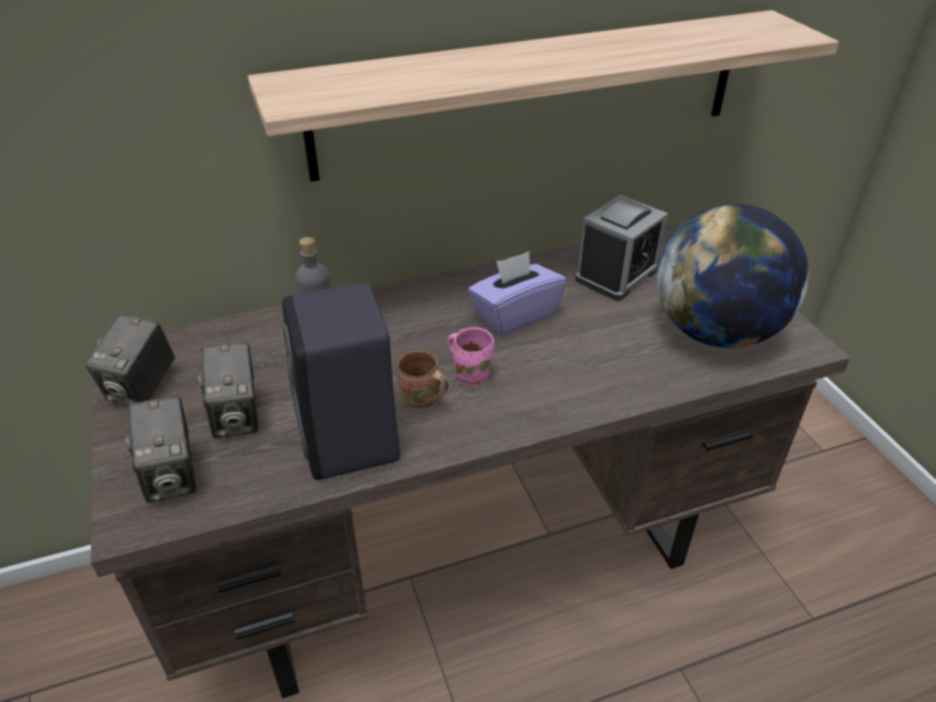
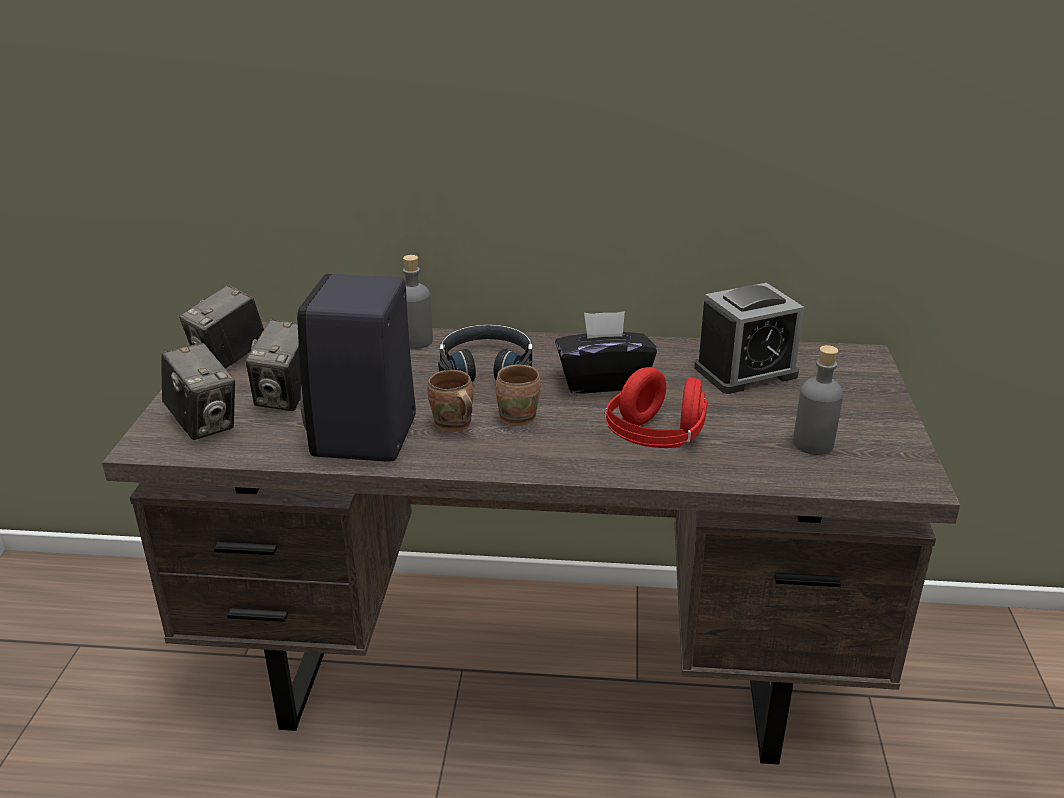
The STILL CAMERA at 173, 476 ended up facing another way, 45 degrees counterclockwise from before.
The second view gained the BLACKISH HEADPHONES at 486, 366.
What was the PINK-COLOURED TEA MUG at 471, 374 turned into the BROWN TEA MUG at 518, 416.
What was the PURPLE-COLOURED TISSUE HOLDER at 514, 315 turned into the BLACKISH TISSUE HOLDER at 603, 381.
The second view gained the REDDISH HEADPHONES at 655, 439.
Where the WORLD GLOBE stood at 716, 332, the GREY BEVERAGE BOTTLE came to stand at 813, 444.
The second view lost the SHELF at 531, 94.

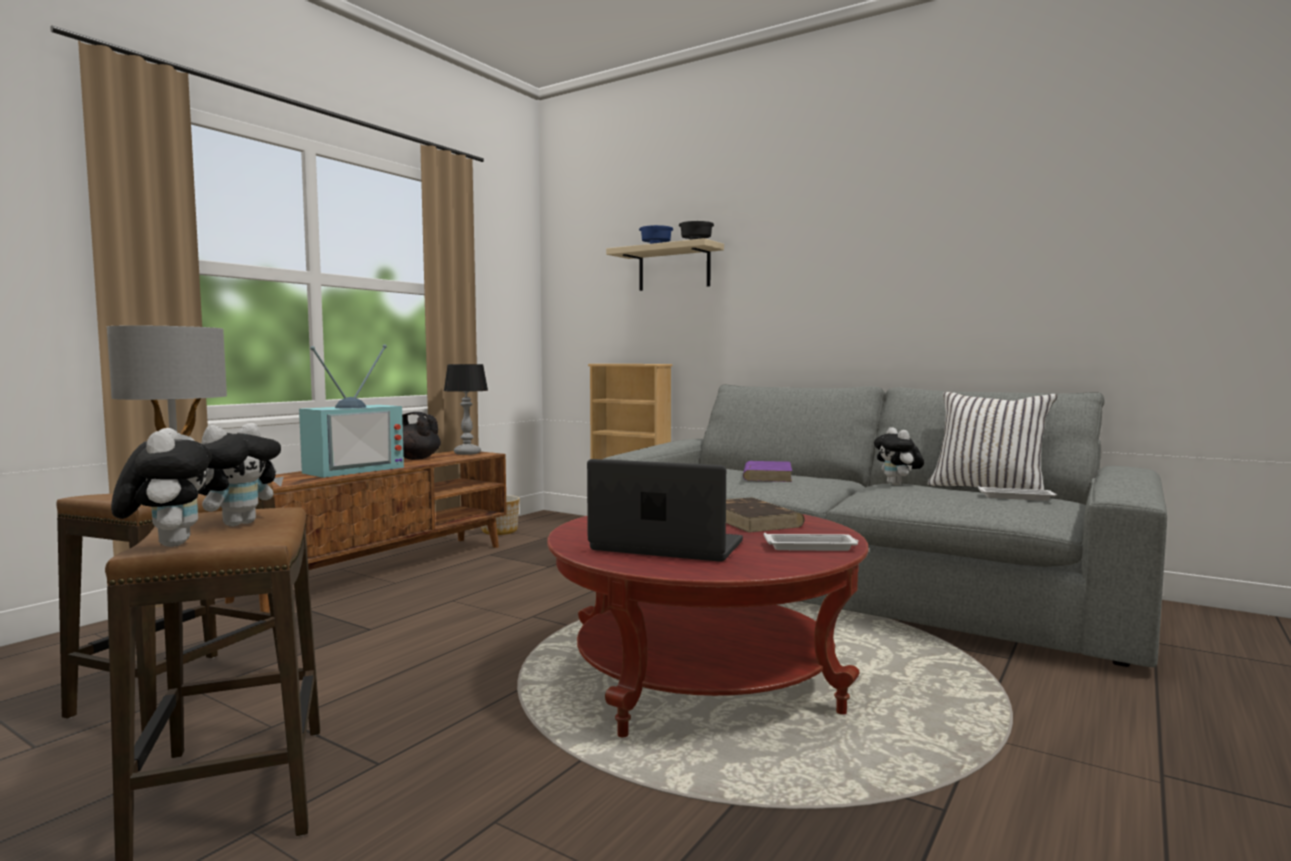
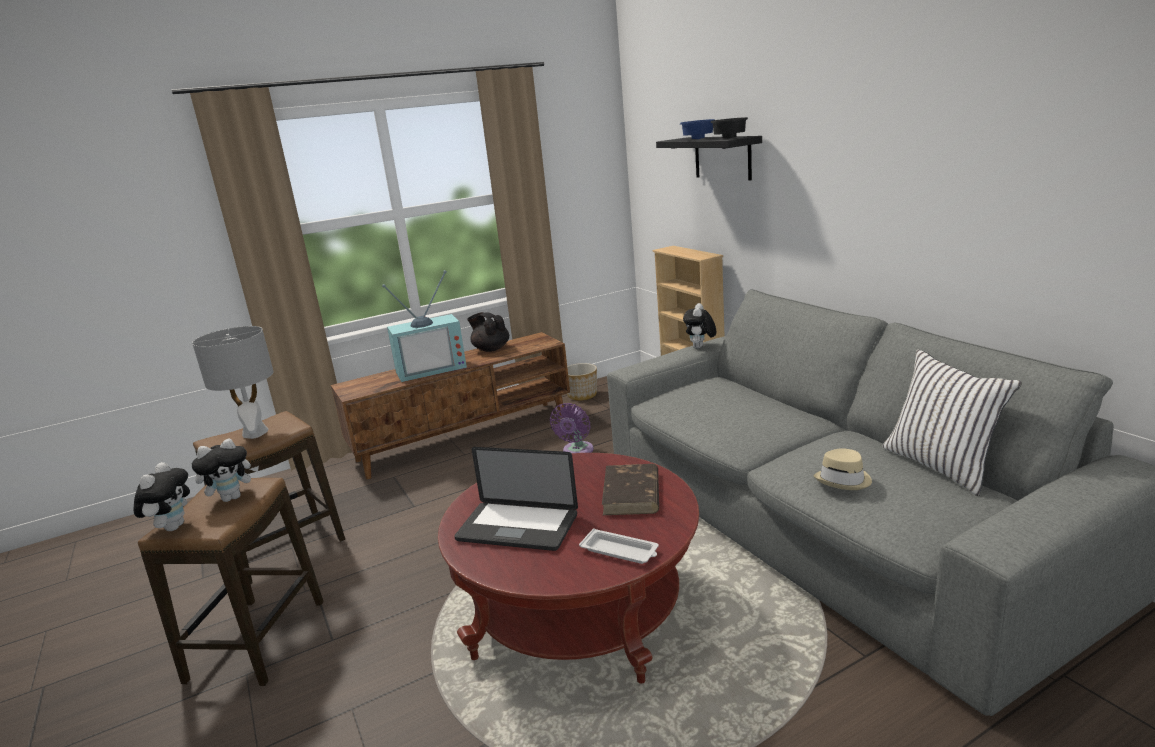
The PORTABLE COMPUTER at 667, 546 ended up facing another way, 150 degrees clockwise from before.
The second view gained the PURPLE-COLOURED ELECTRIC FAN at 576, 451.
What was the BEIGE SHELF at 674, 268 turned into the BLACKISH SHELF at 722, 157.
The PLUSH TOY ended up elsewhere, having gone from 898, 485 to 700, 348.
The second view gained the BEIGE CLOTHING HAT at 844, 480.
The second view lost the TABLE LAMP at 467, 453.
The second view lost the PURPLE-COLOURED VOLUME at 767, 476.
The second view lost the WHITE SERVING TRAY at 1017, 497.

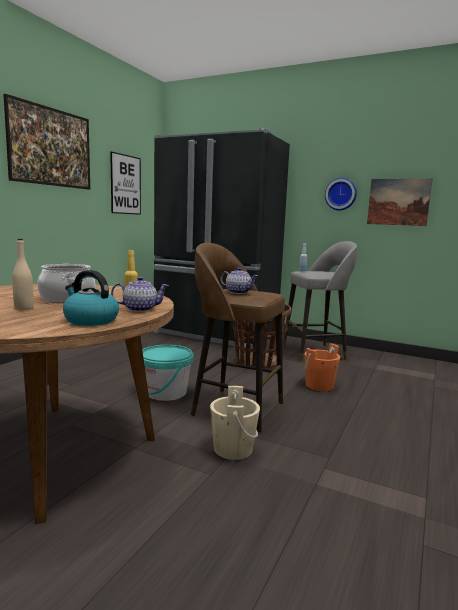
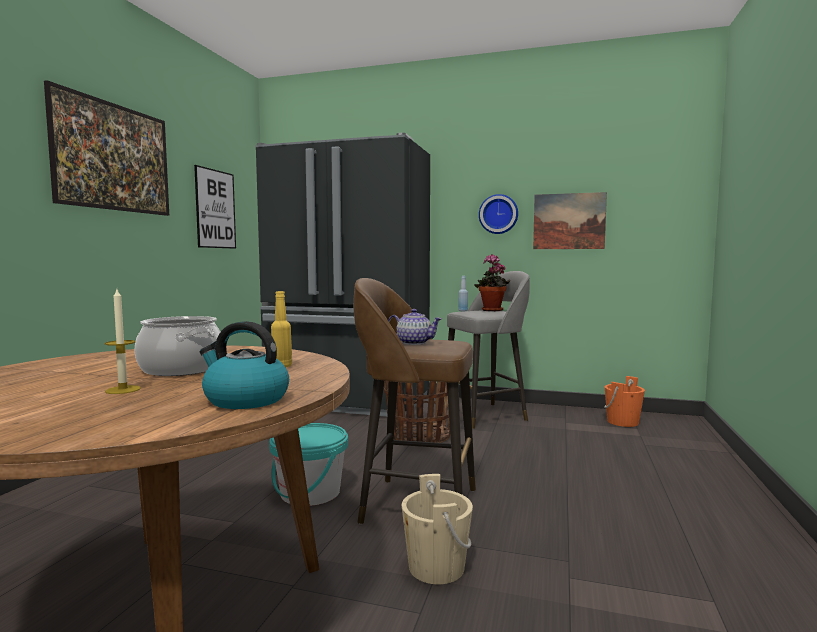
Where the BEIGE BEVERAGE BOTTLE stood at 24, 308, the WAX CANDLE came to stand at 123, 390.
The second view gained the PLANT IN A POT at 491, 310.
The ORANGEY BUCKET ended up elsewhere, having gone from 319, 385 to 622, 422.
The second view lost the TEAPOT at 139, 309.

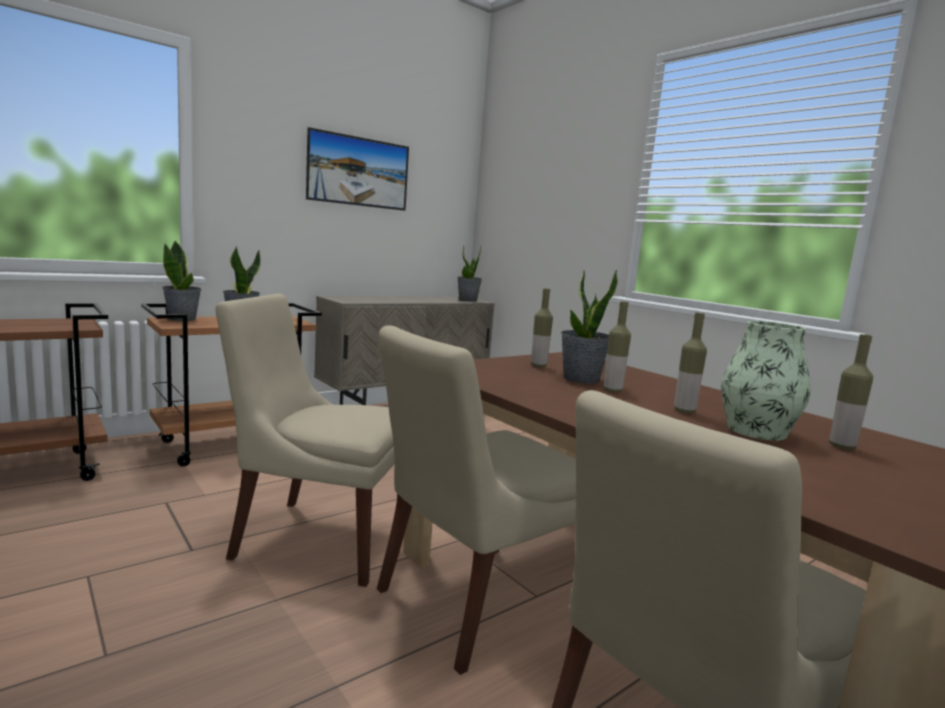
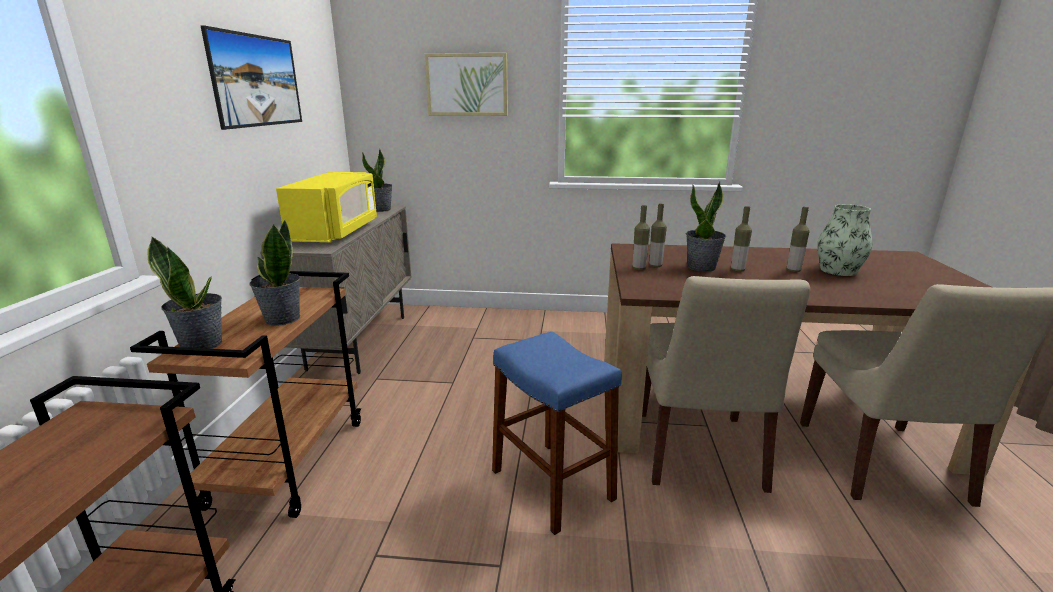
The second view gained the YELLOW-COLOURED KITCHEN MICROWAVE at 336, 232.
The second view gained the WALL ART at 467, 85.
Where the BEIGE CHAIR stood at 317, 539, the BLUE SITTING STOOL came to stand at 552, 484.
The BEVERAGE BOTTLE ended up elsewhere, having gone from 842, 447 to 639, 268.

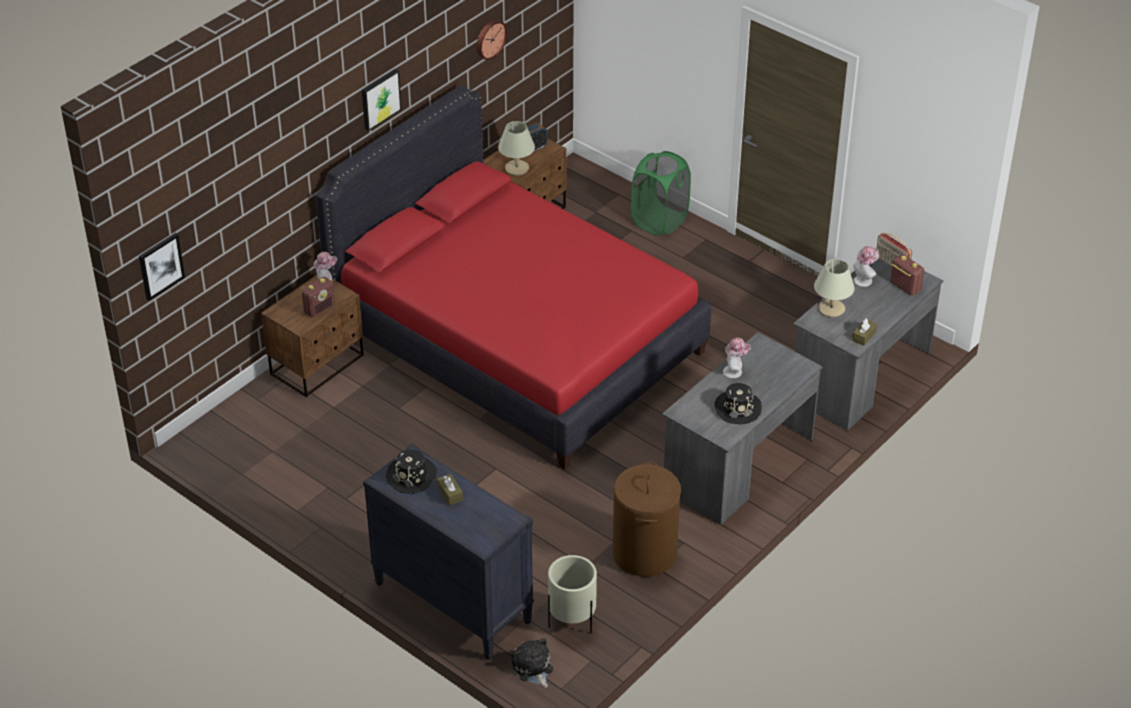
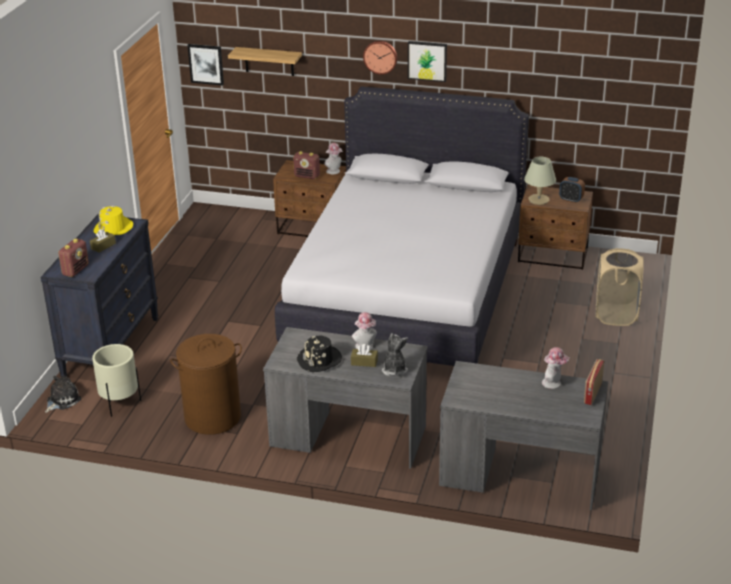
The RADIO RECEIVER ended up elsewhere, having gone from 904, 287 to 75, 270.
What was the BLACKISH CLOTHING HAT at 412, 476 turned into the YELLOW-COLOURED CLOTHING HAT at 113, 228.
The second view gained the SHELF at 269, 61.
What was the REDDISH BED at 517, 341 turned into the WHITE BED at 406, 294.
The BROWN TISSUE HOLDER ended up elsewhere, having gone from 864, 336 to 364, 362.
The WALL CLOCK ended up elsewhere, having gone from 490, 39 to 380, 56.
The second view gained the PLUSH TOY at 394, 369.
What was the GREEN-COLOURED WASHING BASKET at 659, 221 turned into the BEIGE WASHING BASKET at 615, 315.
The second view lost the BEIGE TABLE LAMP at 831, 309.

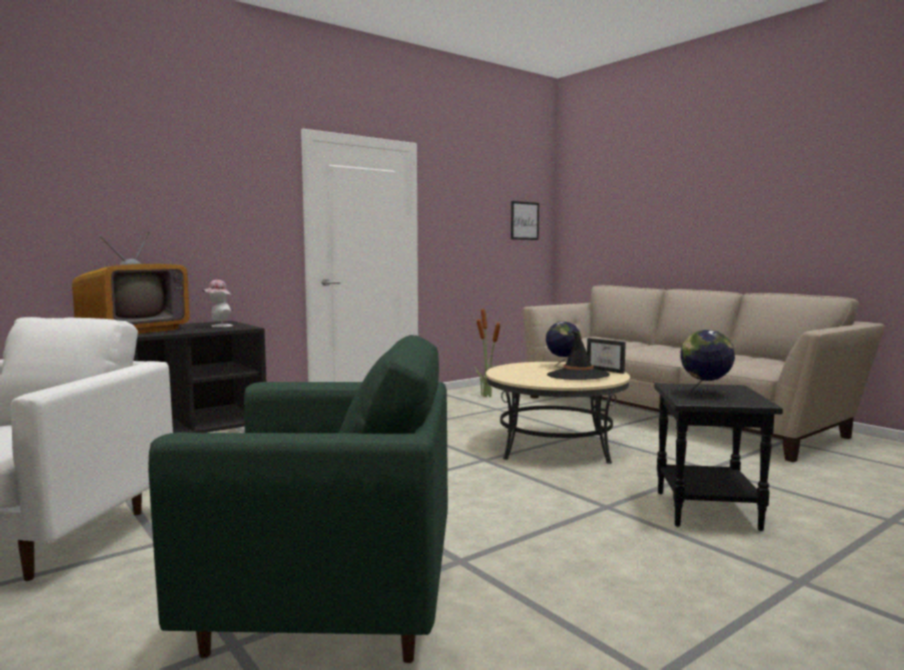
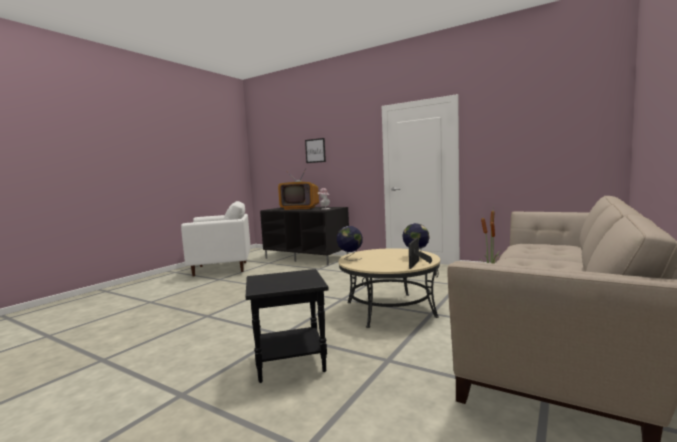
The WALL ART ended up elsewhere, having gone from 524, 220 to 315, 150.
The WORLD GLOBE ended up elsewhere, having gone from 705, 394 to 350, 258.
The second view lost the GREEN-COLOURED LOUNGE CHAIR at 329, 610.
The second view lost the BLACKISH CLOTHING HAT at 578, 375.

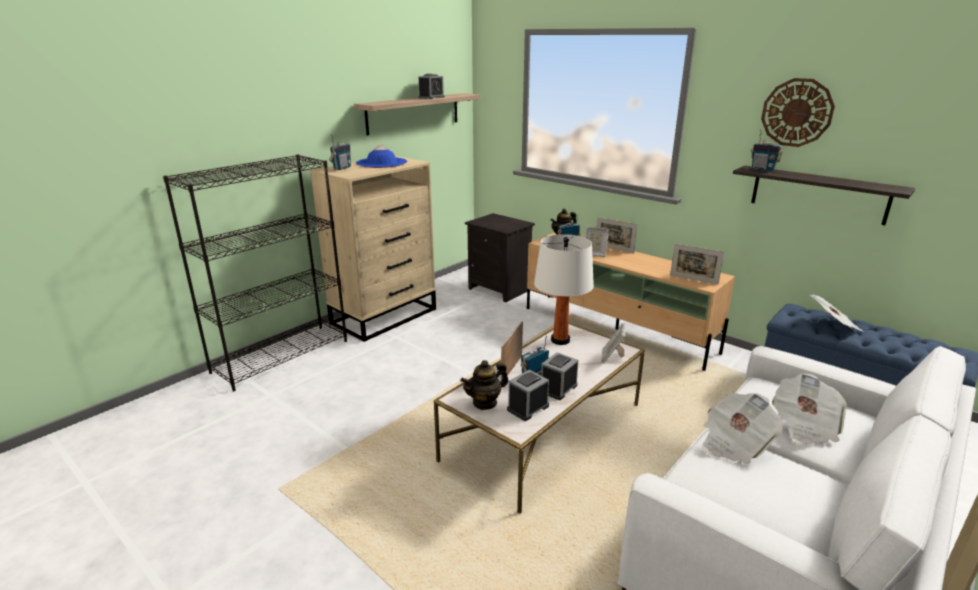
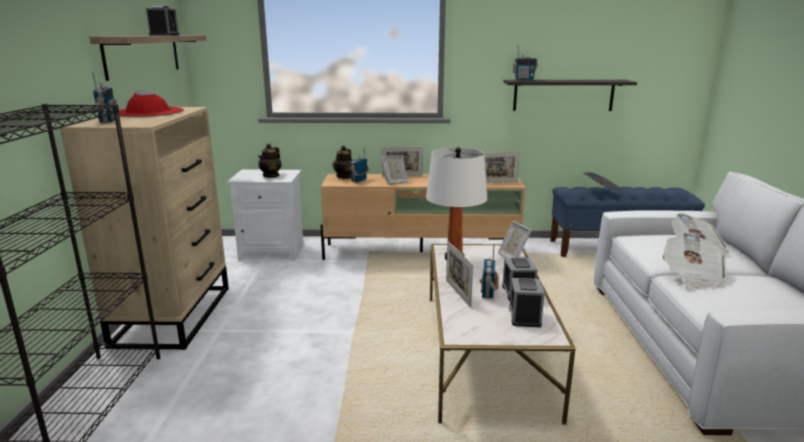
What was the BLUE CLOTHING HAT at 381, 163 turned into the REDDISH CLOTHING HAT at 148, 112.
What was the BLACKISH NIGHT TABLE at 500, 289 turned into the WHITE NIGHT TABLE at 273, 251.
The TEAPOT ended up elsewhere, having gone from 485, 402 to 271, 175.
The second view lost the WALL CLOCK at 797, 112.

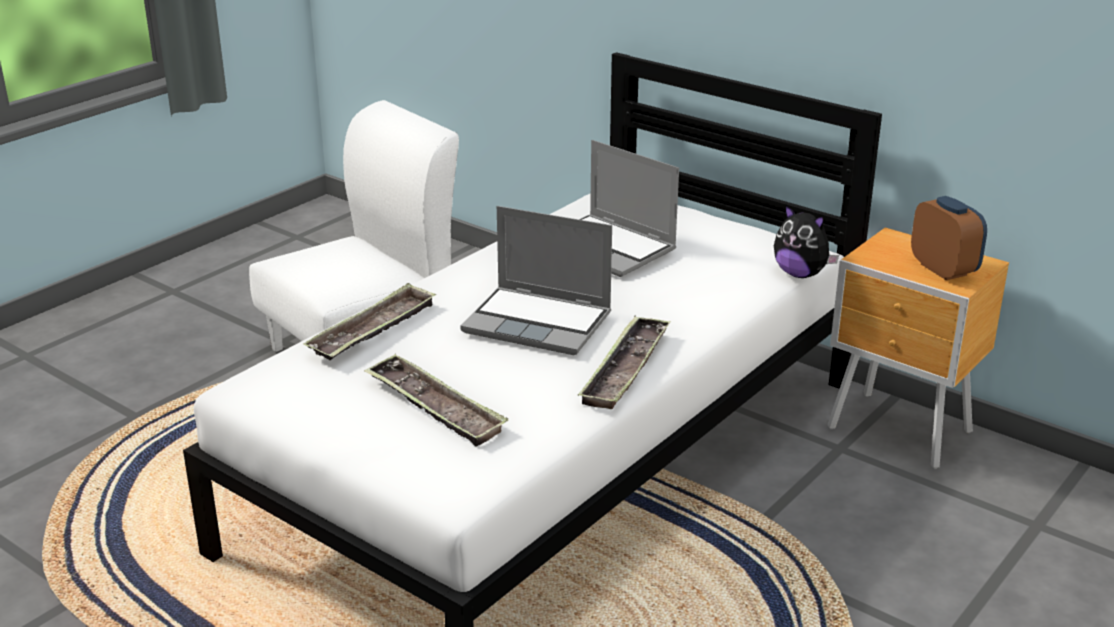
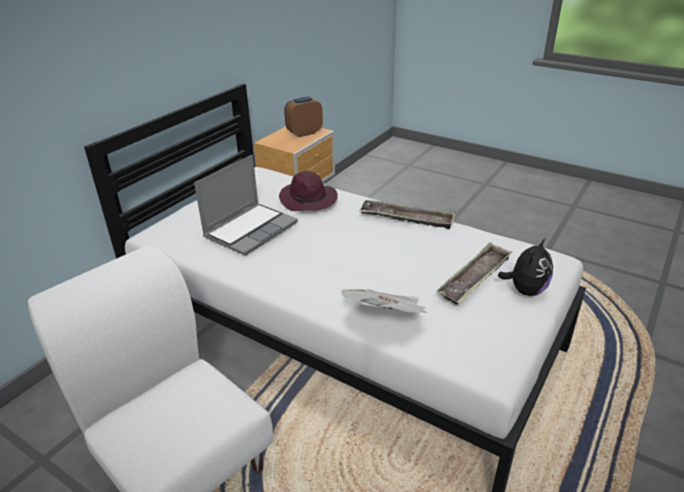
The second view gained the PURPLE-COLOURED CLOTHING HAT at 309, 200.
Where the SERVING TRAY stood at 373, 330, the NEWSPAPER came to stand at 386, 317.
The PLUSH TOY ended up elsewhere, having gone from 801, 274 to 525, 290.
The second view lost the PORTABLE COMPUTER at 539, 323.

